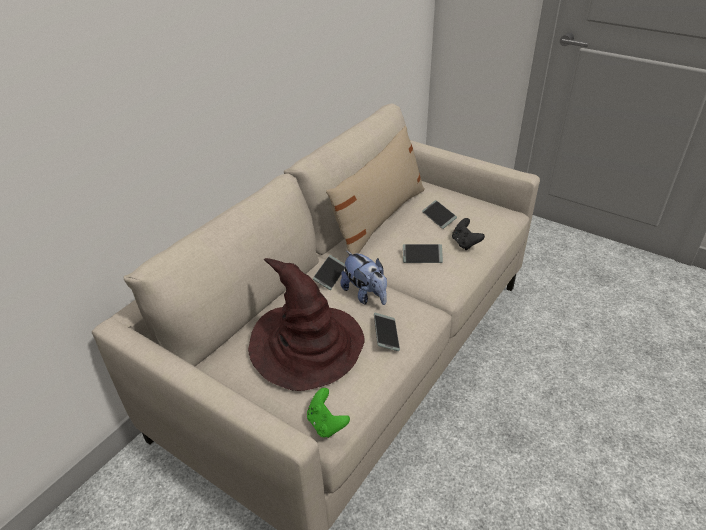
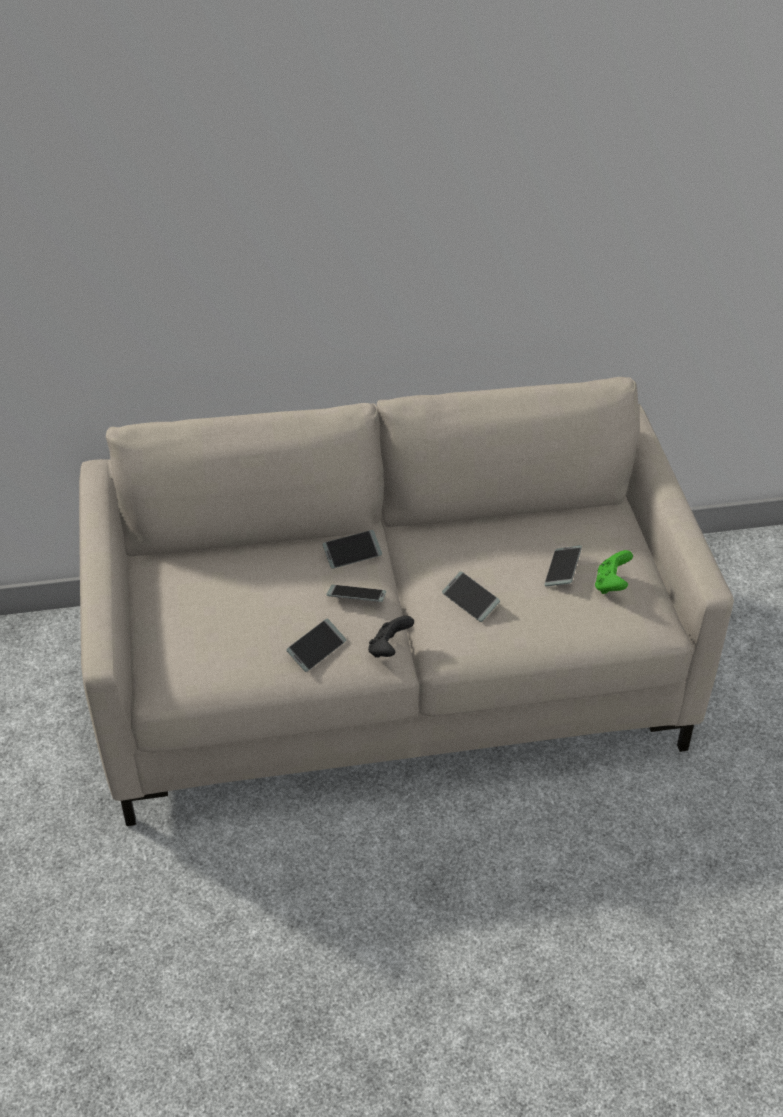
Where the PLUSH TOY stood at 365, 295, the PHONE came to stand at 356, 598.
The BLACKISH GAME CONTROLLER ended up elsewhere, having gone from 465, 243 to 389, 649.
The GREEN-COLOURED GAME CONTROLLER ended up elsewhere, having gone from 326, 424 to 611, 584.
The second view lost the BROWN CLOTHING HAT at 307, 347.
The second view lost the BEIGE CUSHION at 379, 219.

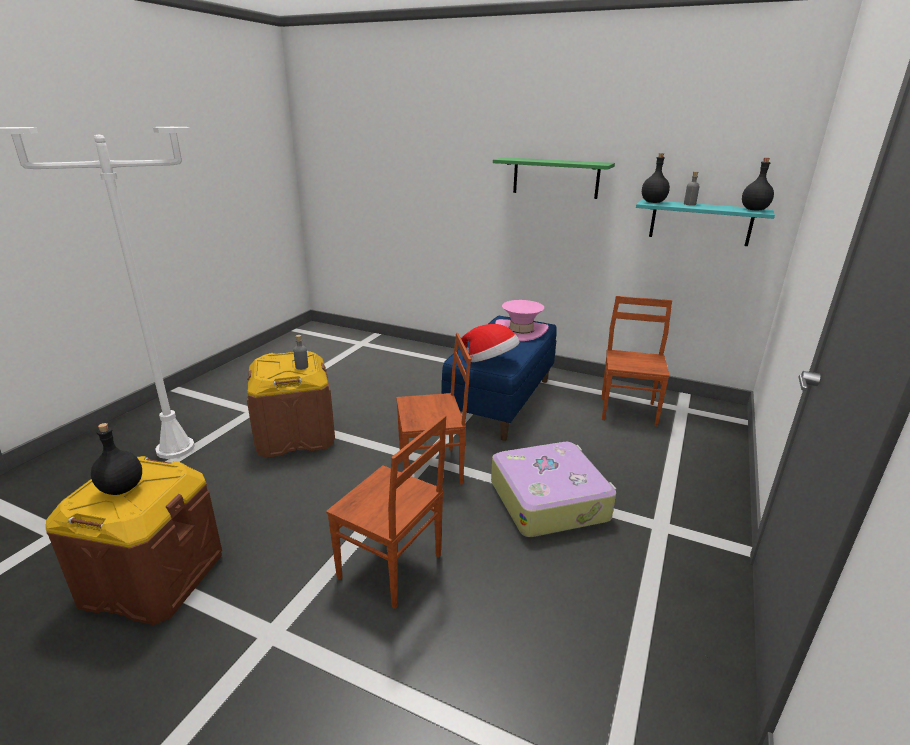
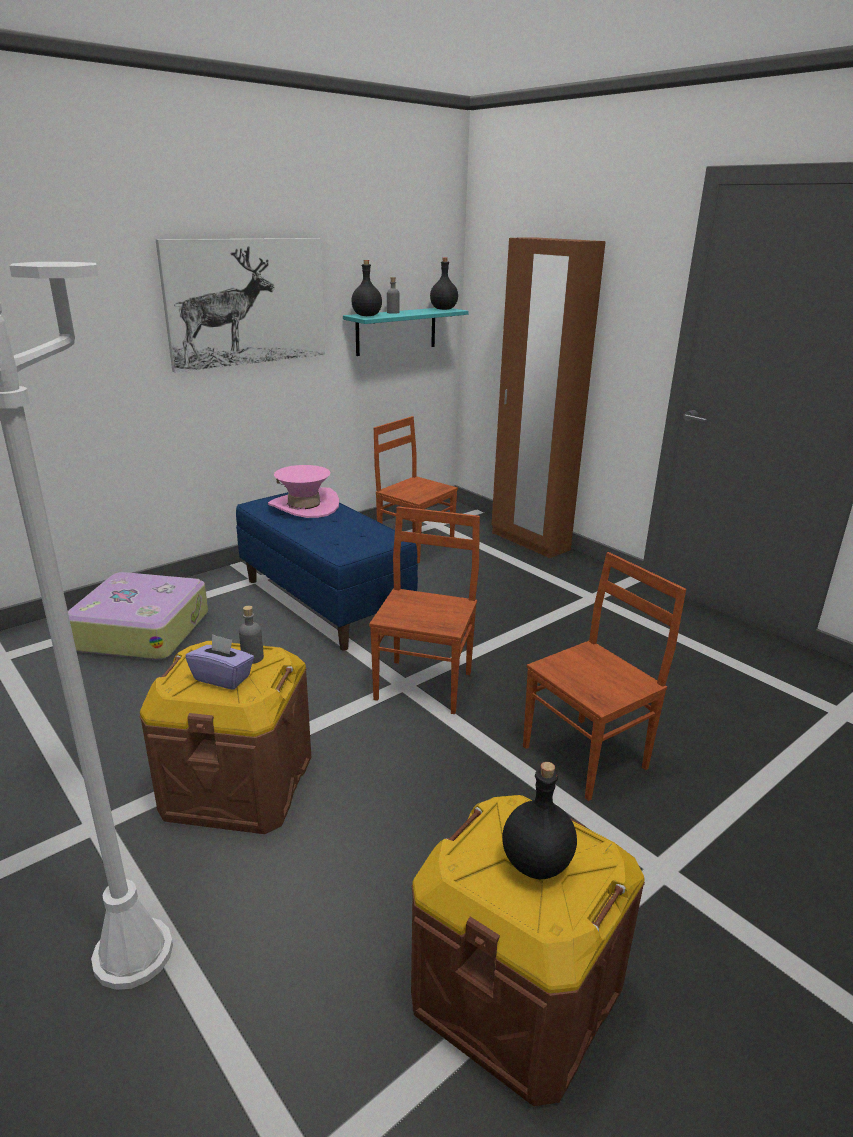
The PIECE OF LUGGAGE ended up elsewhere, having gone from 549, 500 to 142, 630.
Where the GREEN-COLOURED SHELF hung at 555, 178, the WALL ART came to hang at 247, 302.
The second view gained the PURPLE-COLOURED TISSUE HOLDER at 223, 678.
The second view gained the BROWN WARDROBE at 529, 541.
The second view lost the CLOTHING HAT at 490, 361.

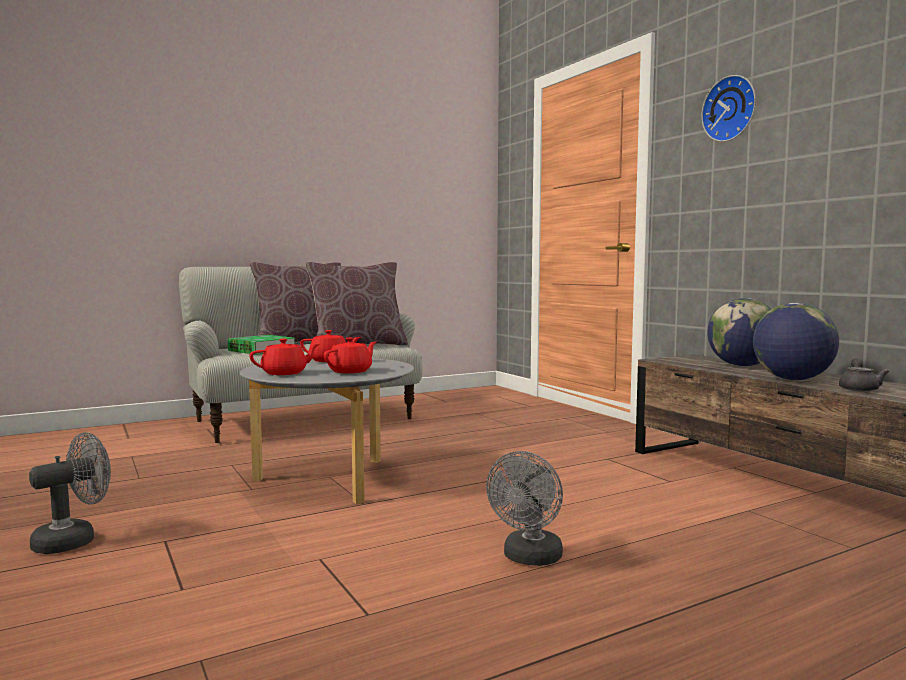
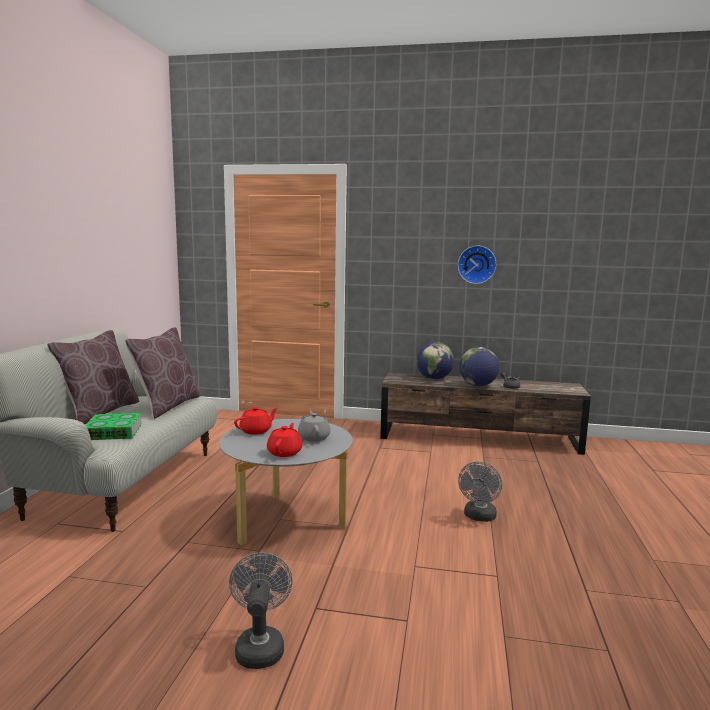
What was the REDDISH TEAPOT at 351, 371 turned into the GREY TEAPOT at 314, 437.
The WALL CLOCK ended up elsewhere, having gone from 731, 109 to 476, 264.
The GREY ELECTRIC FAN at 529, 559 ended up facing another way, 45 degrees clockwise from before.

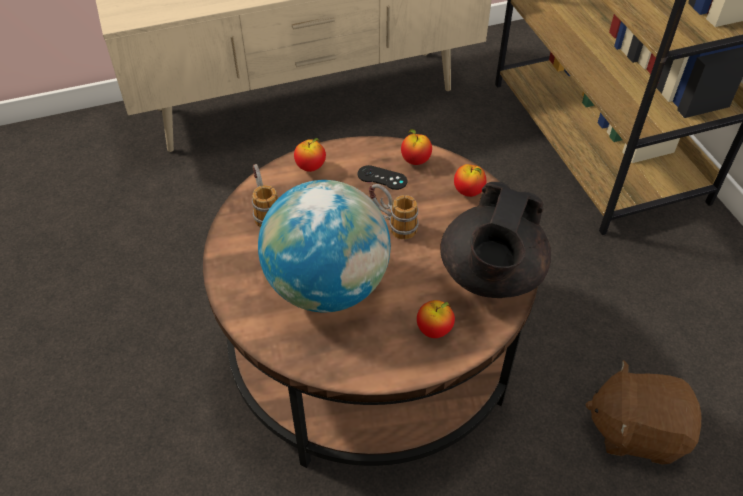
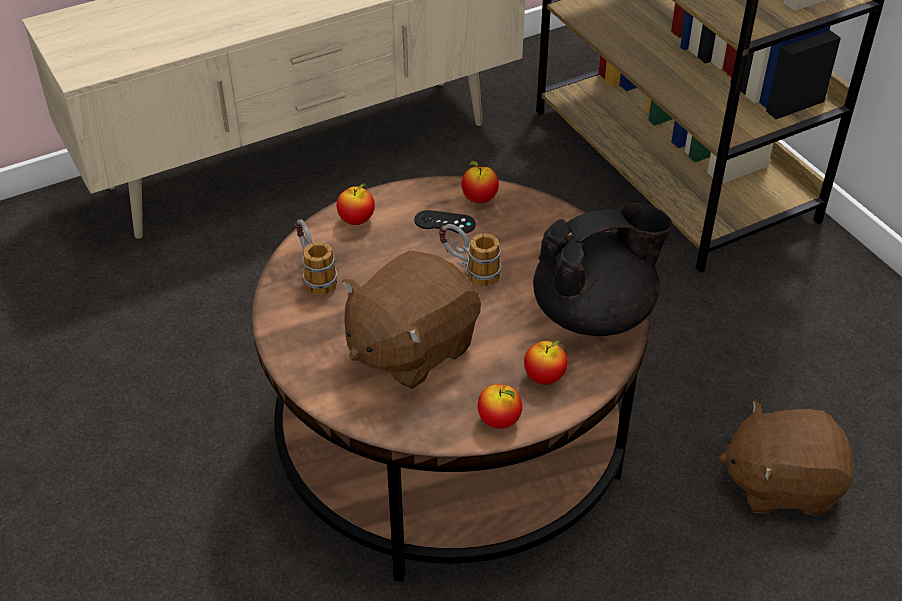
Where the WORLD GLOBE stood at 327, 286, the BROWN PLUSH TOY came to stand at 410, 348.
The APPLE ended up elsewhere, having gone from 468, 192 to 499, 421.
The BLACKISH TEAPOT at 490, 276 ended up facing another way, 120 degrees counterclockwise from before.

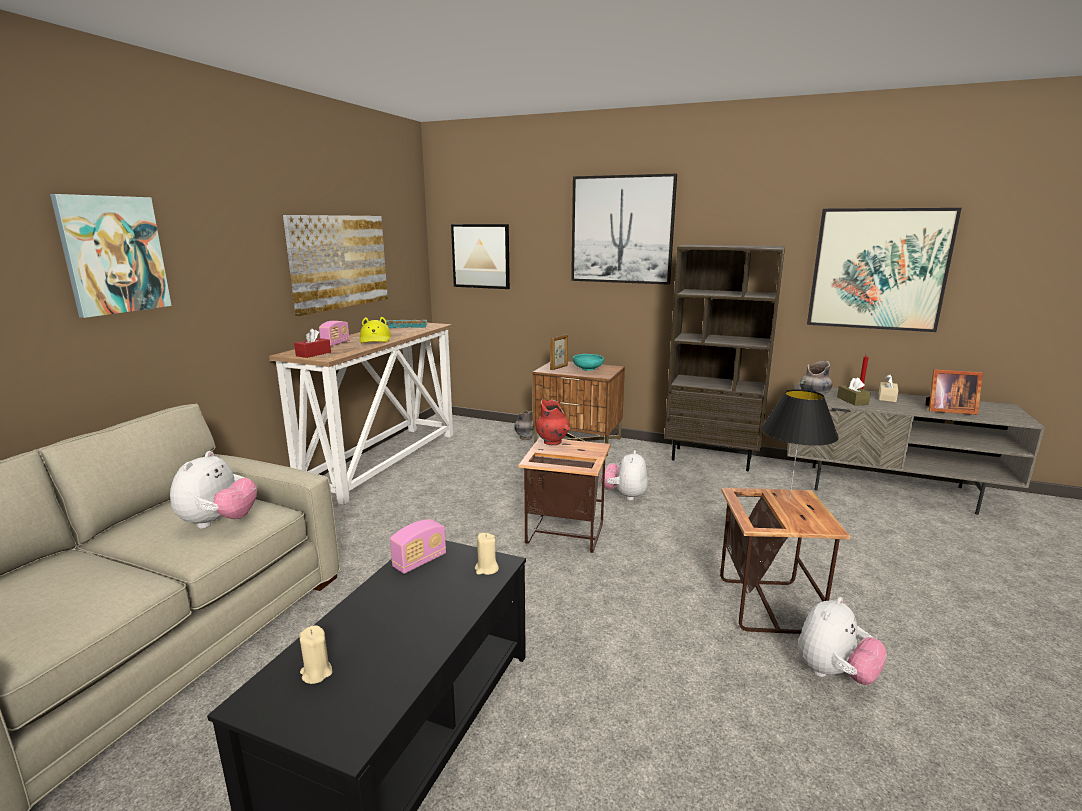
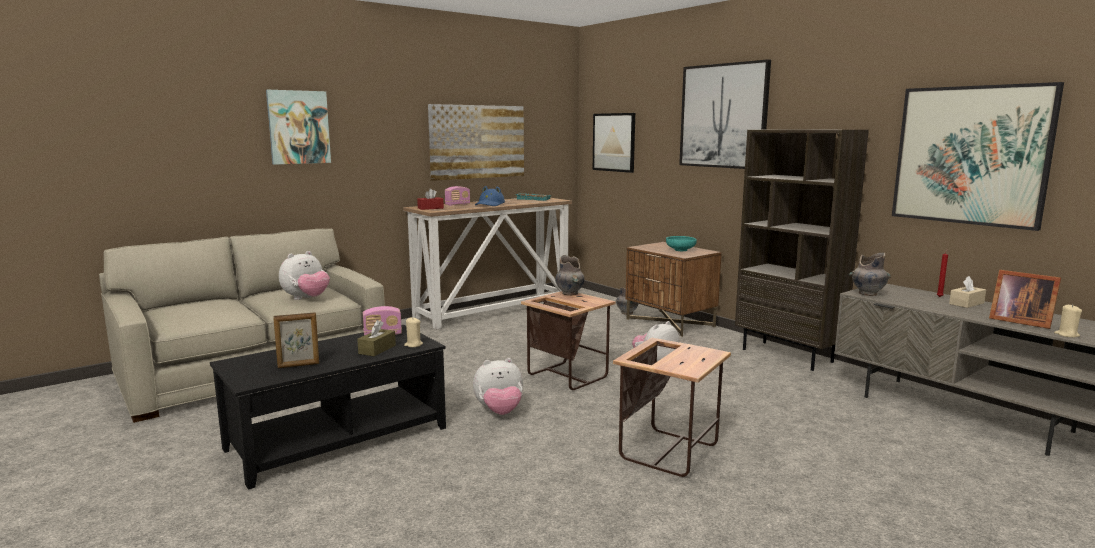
The STANDING FRAME ended up elsewhere, having gone from 559, 367 to 298, 365.
The BROWN TISSUE HOLDER ended up elsewhere, having gone from 852, 401 to 377, 349.
The PLUSH TOY ended up elsewhere, having gone from 834, 674 to 499, 412.
What was the YELLOW-COLOURED CLOTHING HAT at 375, 340 turned into the BLUE CLOTHING HAT at 489, 204.
What was the REDDISH DECORATIVE VASE at 553, 442 turned into the GREY DECORATIVE VASE at 570, 294.
The BEIGE WAX CANDLE ended up elsewhere, having gone from 316, 673 to 1066, 335.
The second view lost the BLACKISH TABLE LAMP at 789, 500.

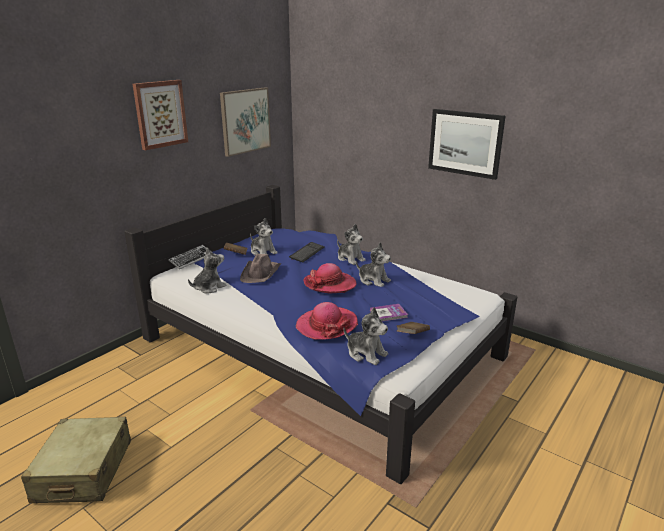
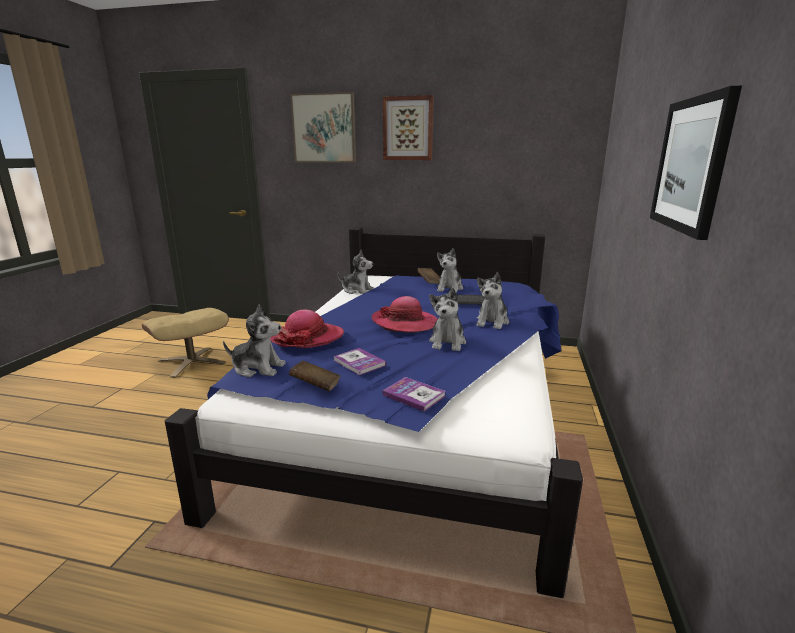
Where the BEIGE PIECE OF LUGGAGE stood at 83, 471, the BEIGE FOOTREST came to stand at 192, 362.
The PLUSH TOY at 366, 353 ended up facing another way, 90 degrees counterclockwise from before.
The WALL ART ended up elsewhere, having gone from 245, 121 to 324, 128.
The second view gained the VOLUME at 414, 395.
The second view lost the KEYBOARD at 191, 259.
The second view lost the BROWN CLOTHING HAT at 261, 273.

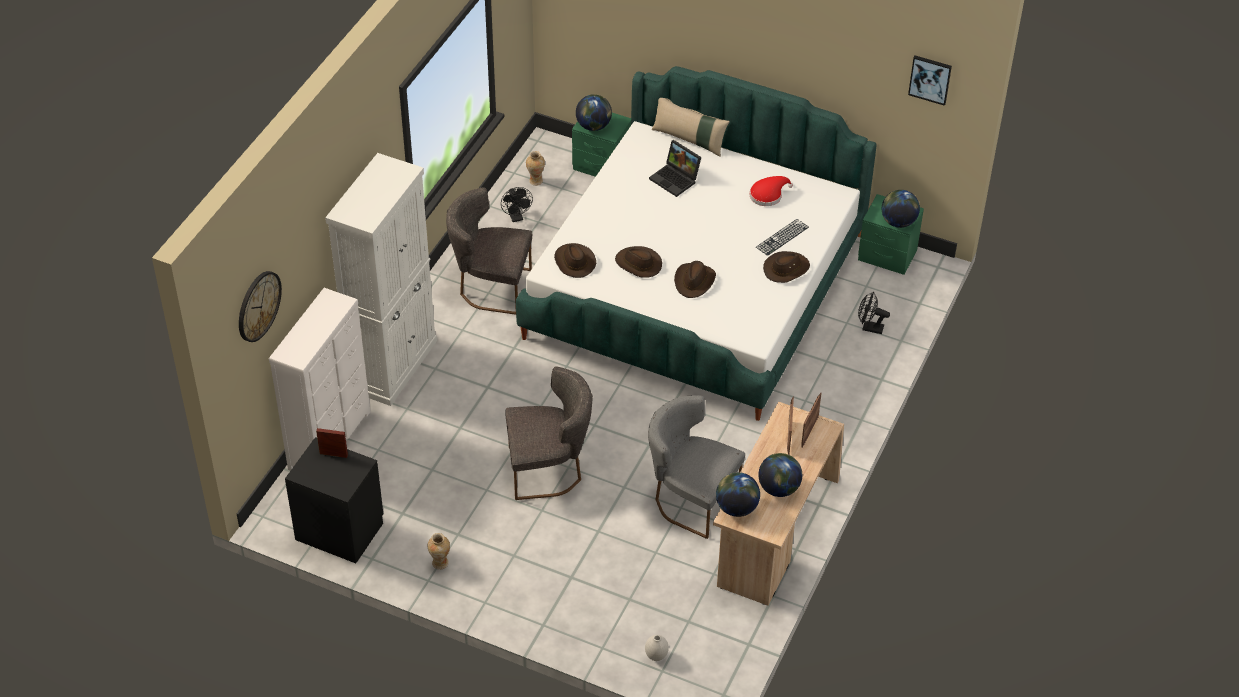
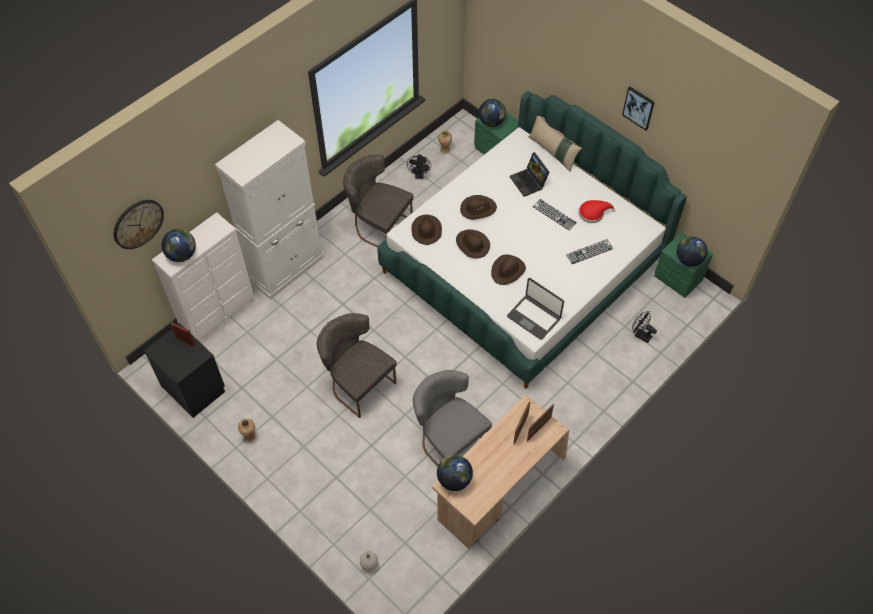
The WORLD GLOBE ended up elsewhere, having gone from 779, 488 to 182, 255.
The GREY CHAIR at 549, 469 ended up facing another way, 150 degrees counterclockwise from before.
The BROWN CLOTHING HAT ended up elsewhere, having gone from 786, 269 to 478, 209.
The second view gained the PORTABLE COMPUTER at 534, 317.
The second view gained the KEYBOARD at 554, 214.
The WALL ART ended up elsewhere, having gone from 930, 79 to 639, 107.

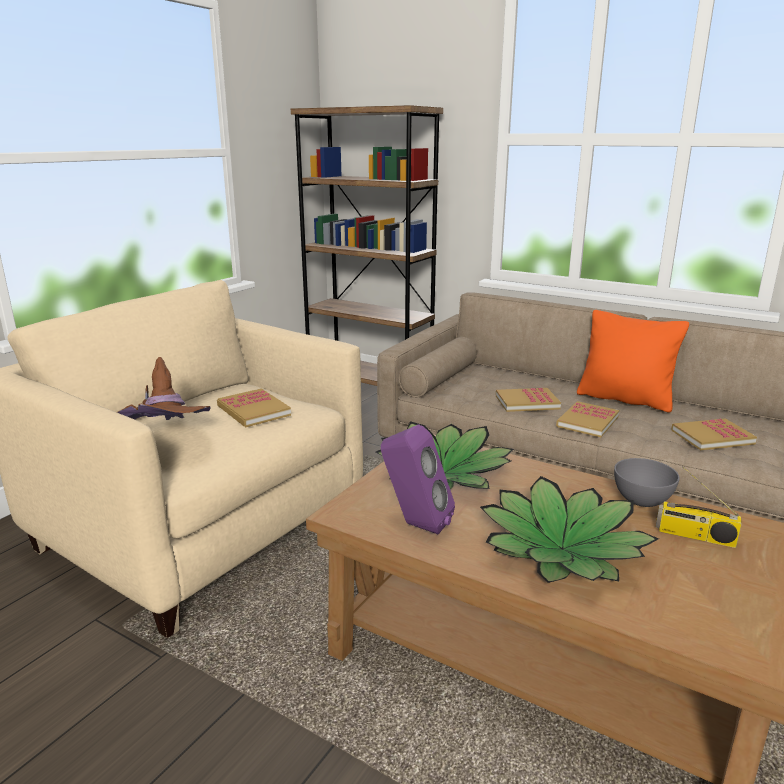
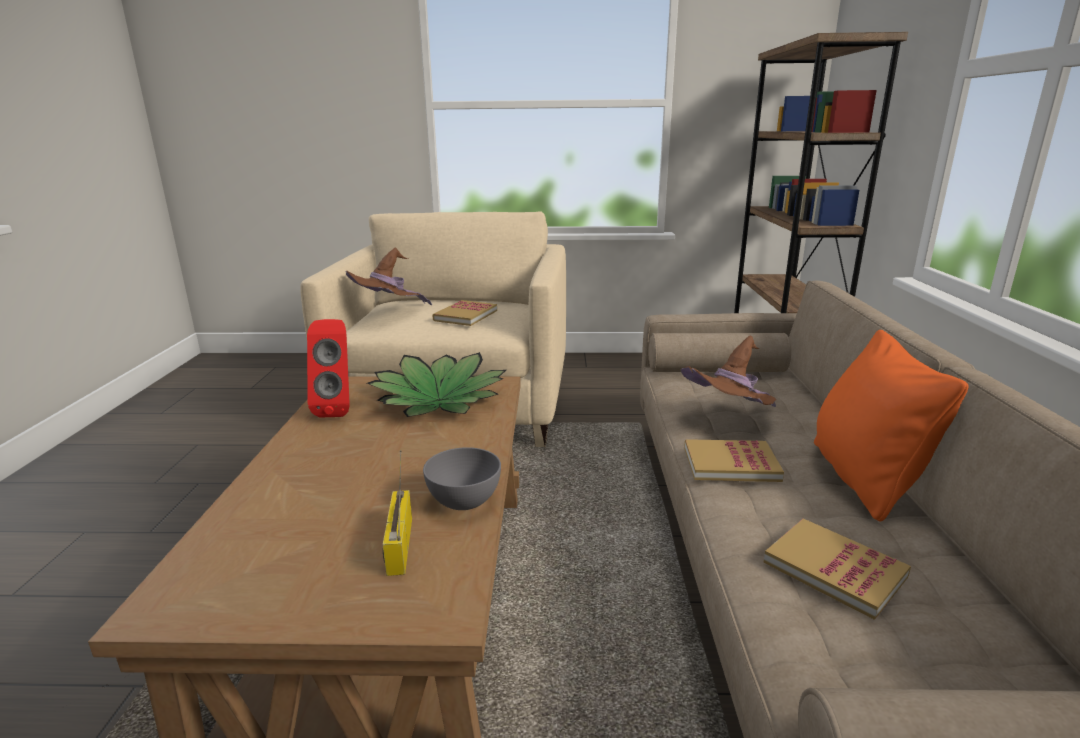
What was the PURPLE-COLOURED AUDIO SPEAKER at 415, 525 turned into the REDDISH AUDIO SPEAKER at 339, 409.
Where the VOLUME stood at 527, 402, the BROWN CLOTHING HAT came to stand at 729, 420.
The second view lost the PLANT IN A POT at 562, 549.

